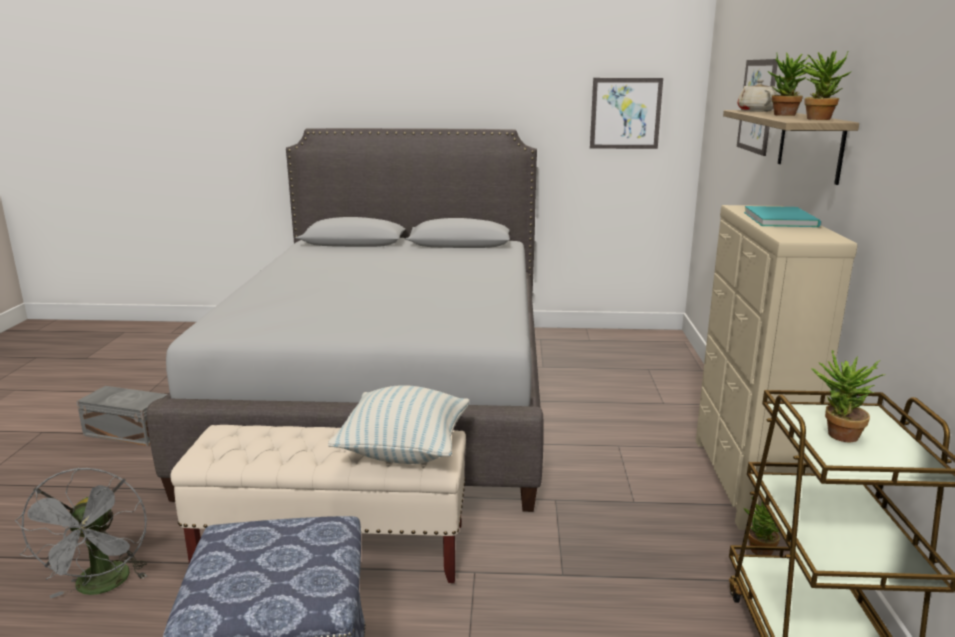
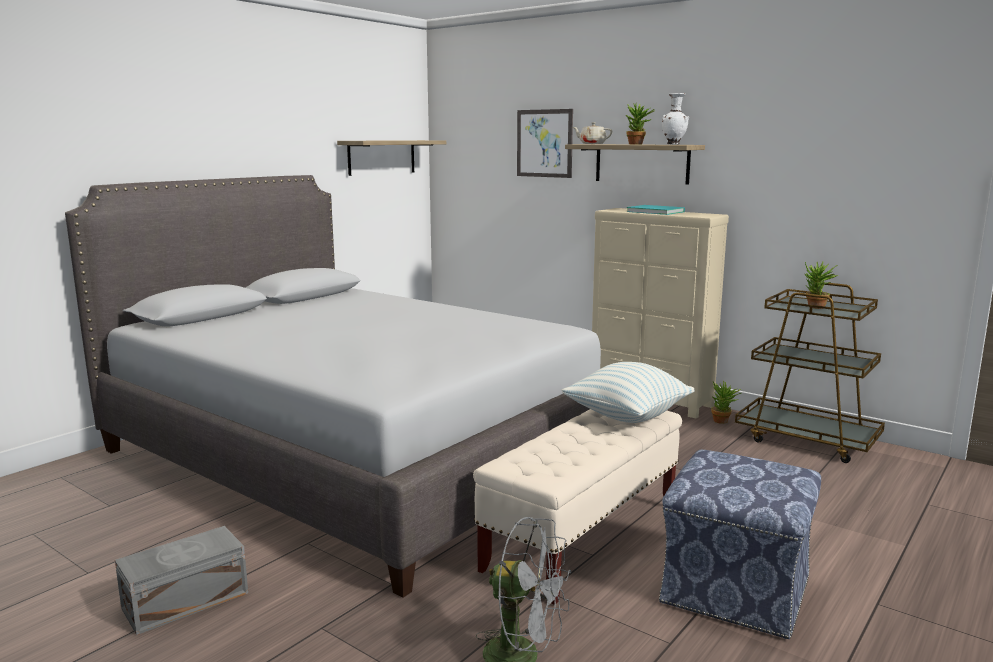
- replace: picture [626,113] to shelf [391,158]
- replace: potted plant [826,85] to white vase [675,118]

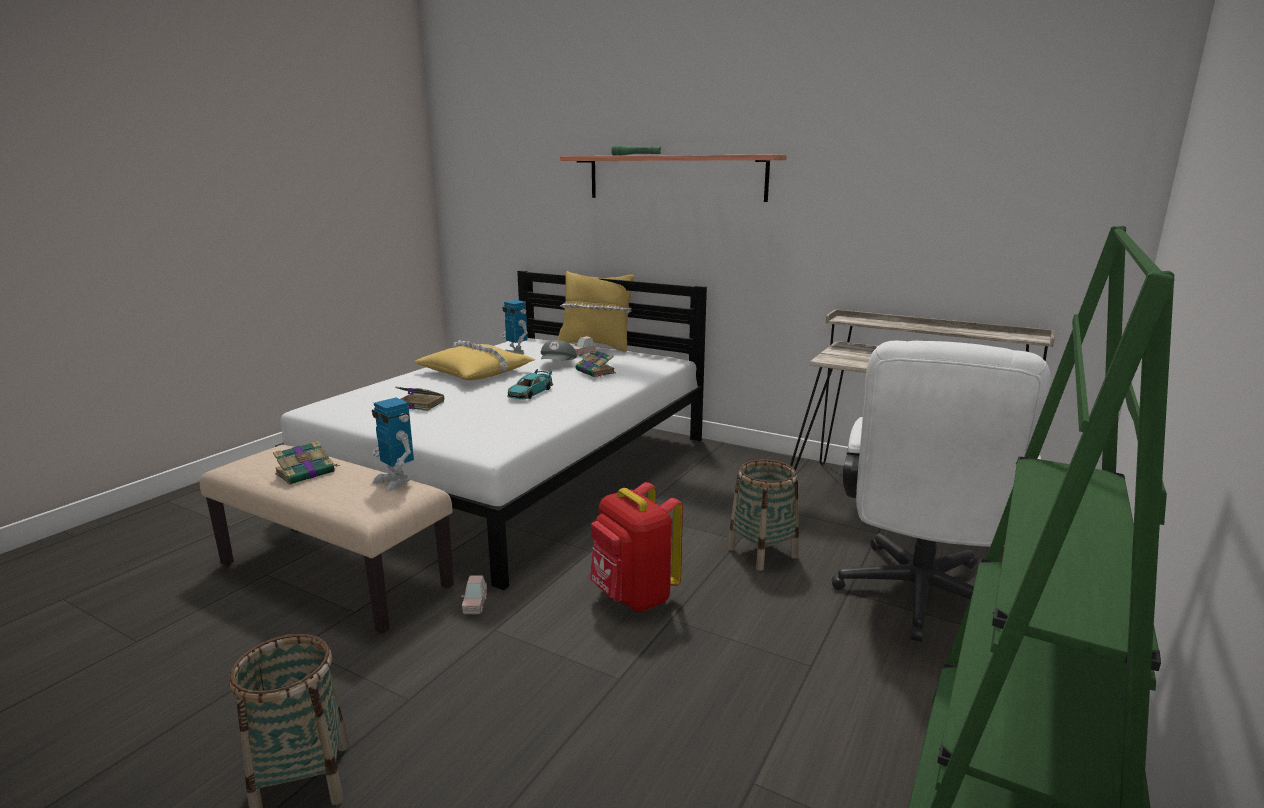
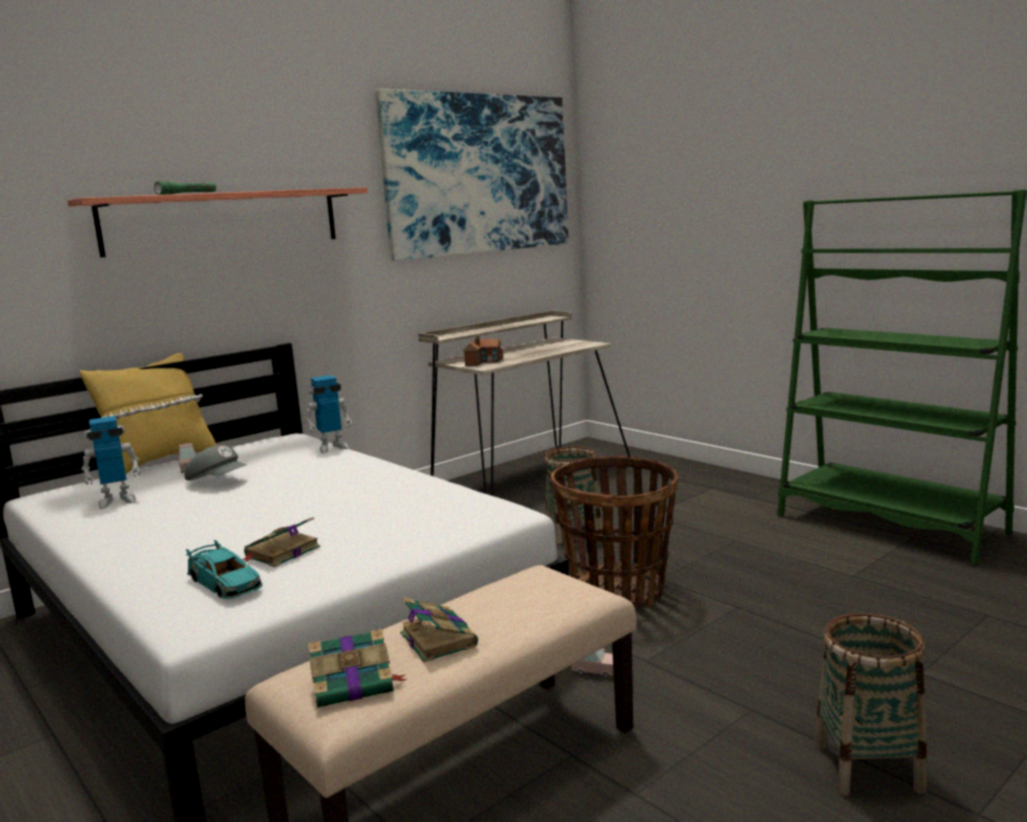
- delete: yellow pillow [474,360]
- delete: white office chair [941,491]
- insert: picture [472,175]
- insert: toy house [483,350]
- move: toy robot [393,444] to [329,414]
- move: turquoise toy car [530,384] to [224,569]
- move: book [595,363] to [357,668]
- replace: red backpack [636,547] to basket [615,532]

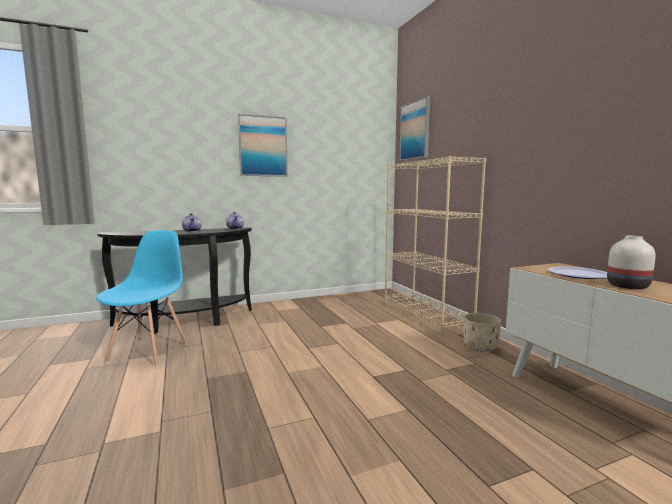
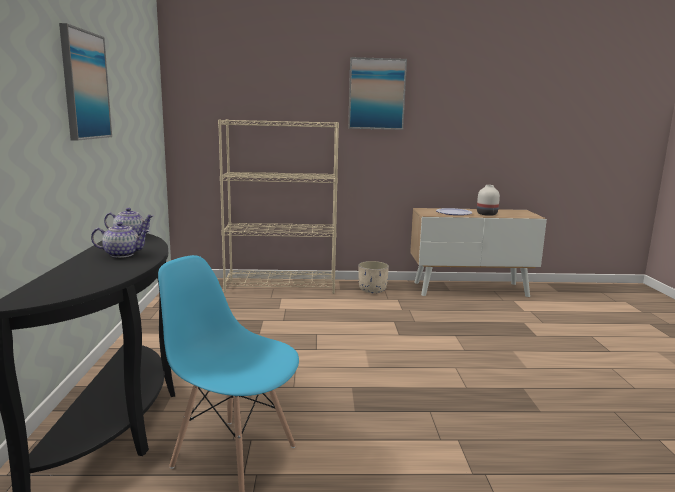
- move: picture [414,128] to [377,93]

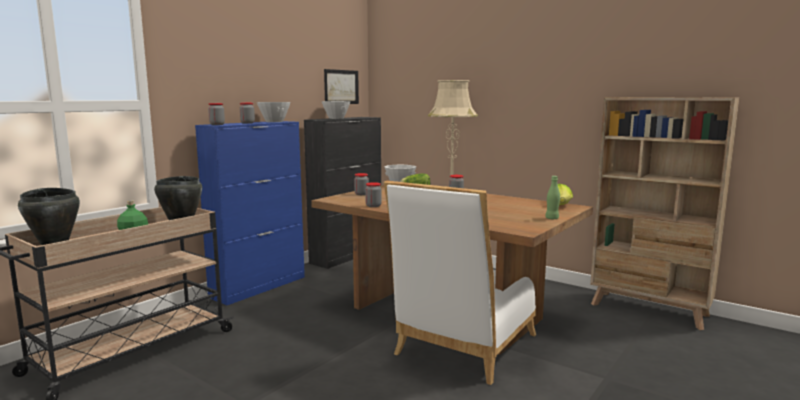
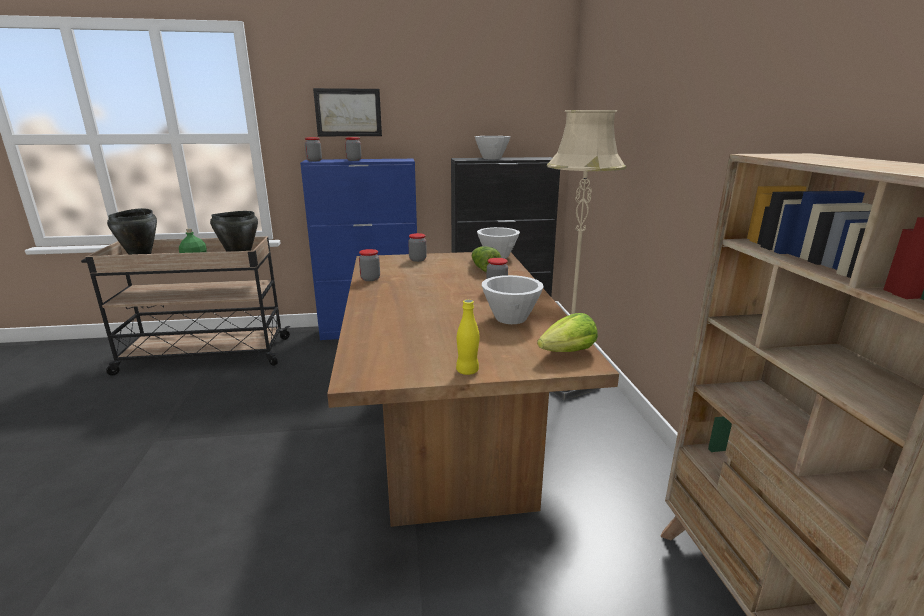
- delete: white chair [460,283]
- move: white bowl [273,112] to [513,299]
- move: picture [341,86] to [347,112]
- recolor: green bottle [552,197] to yellow bottle [467,337]

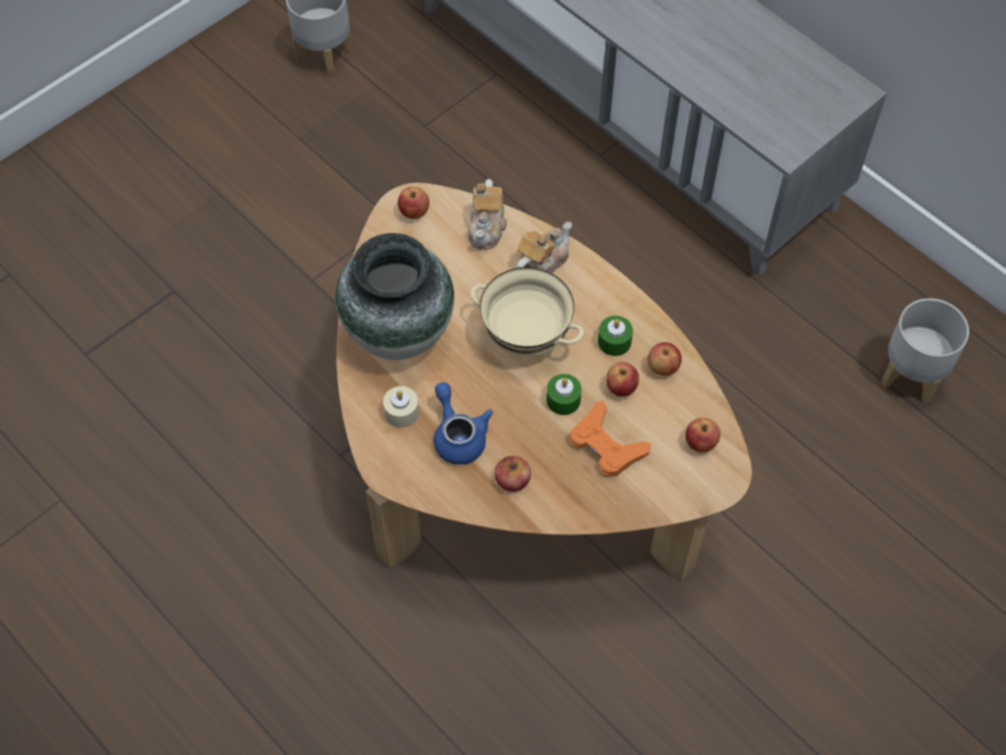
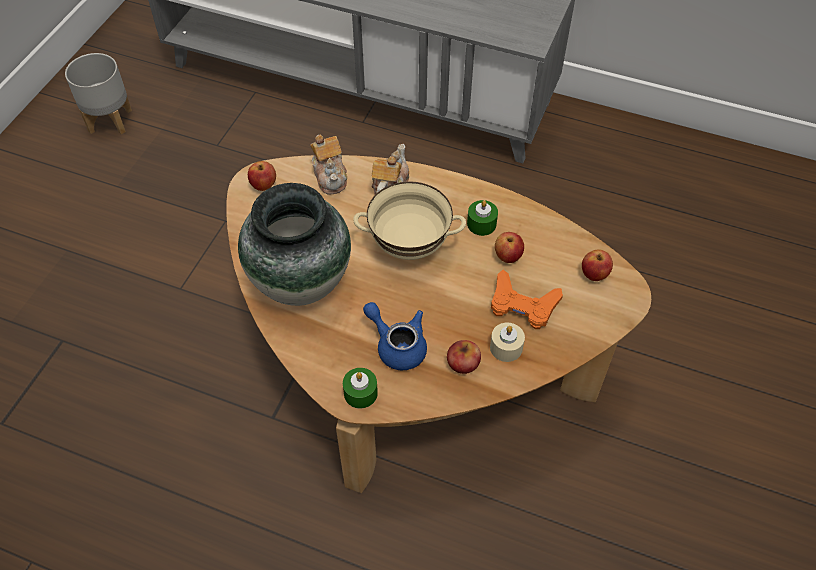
- delete: apple [664,359]
- delete: grey planter [925,350]
- move: beige candle [401,407] to [507,342]
- move: green candle [564,394] to [360,388]

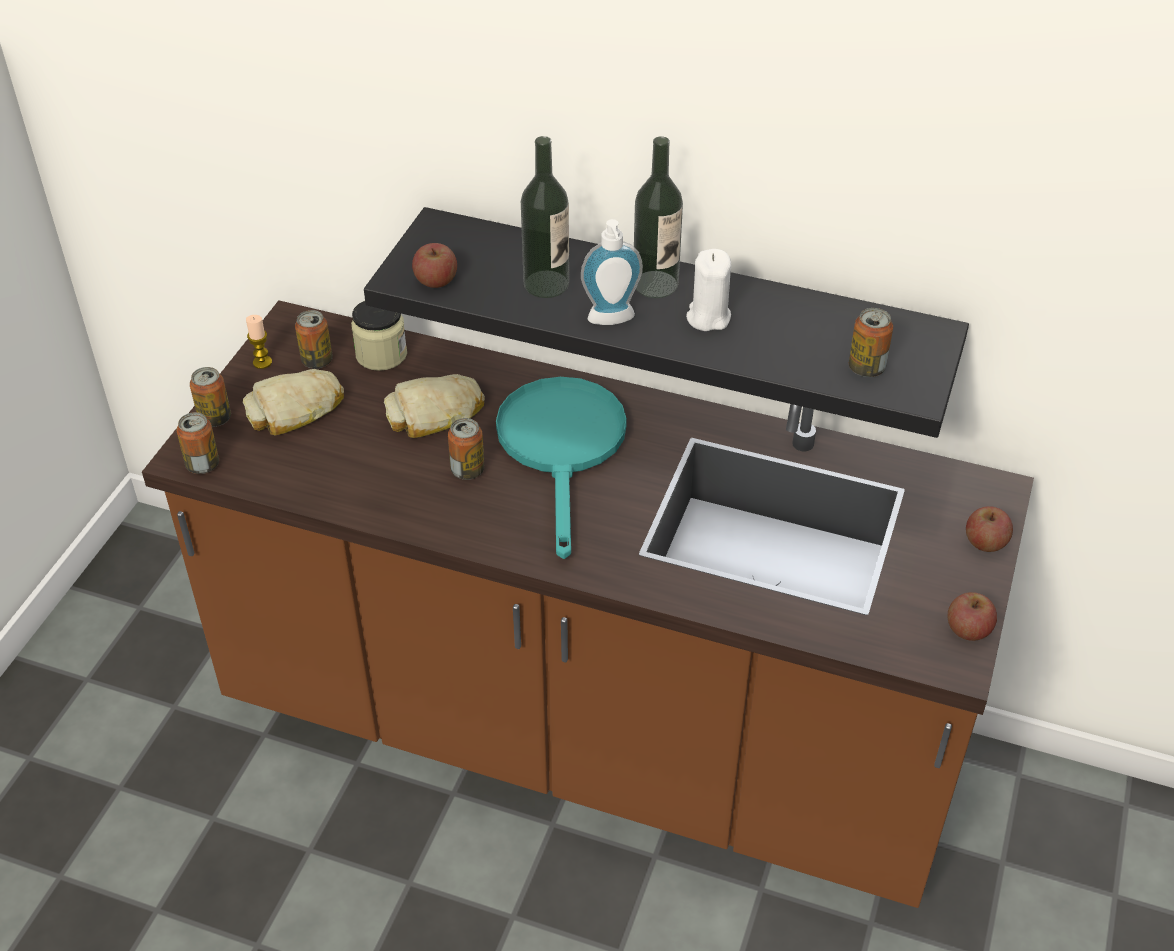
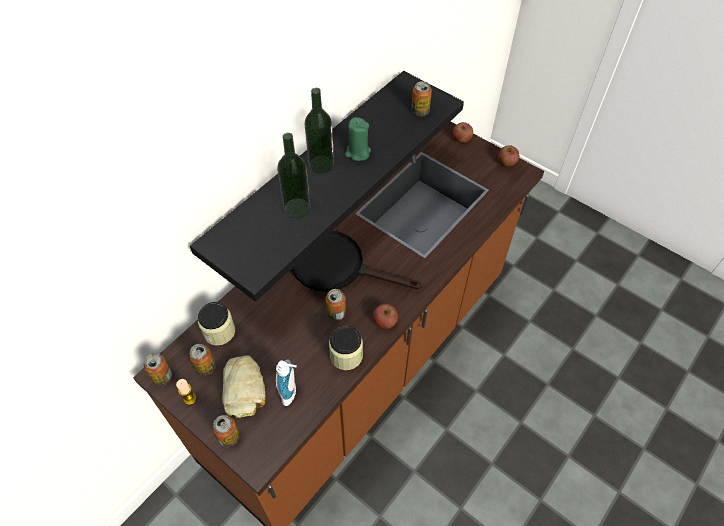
- delete: bread [434,406]
- insert: jar [346,348]
- move: can [198,443] to [158,369]
- move: apple [434,265] to [385,316]
- move: soap dispenser [612,272] to [286,382]
- recolor: turquoise frying pan [561,468] to black frying pan [357,261]
- recolor: white candle [708,290] to green candle [358,139]

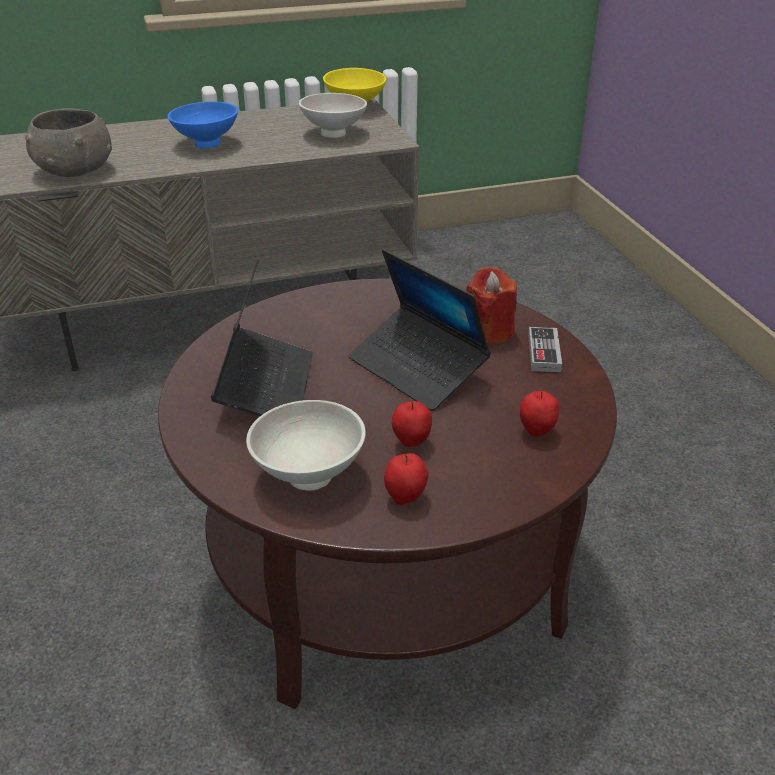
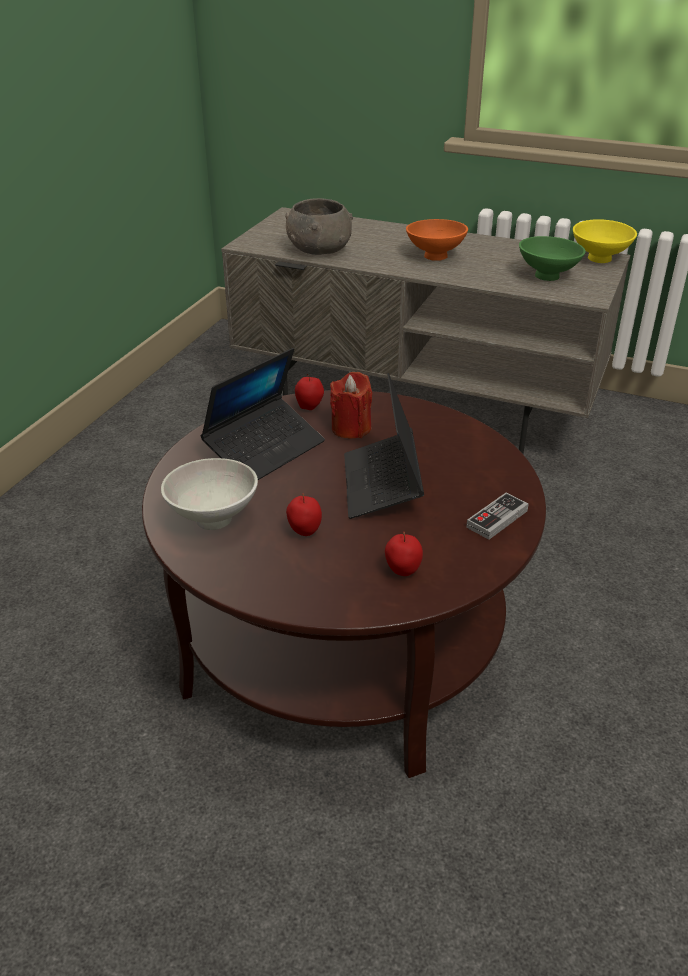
- move: apple [406,479] to [309,392]
- move: red candle [491,305] to [351,405]
- recolor: blue bowl [202,125] to orange bowl [437,240]
- recolor: white bowl [333,115] to green bowl [552,258]

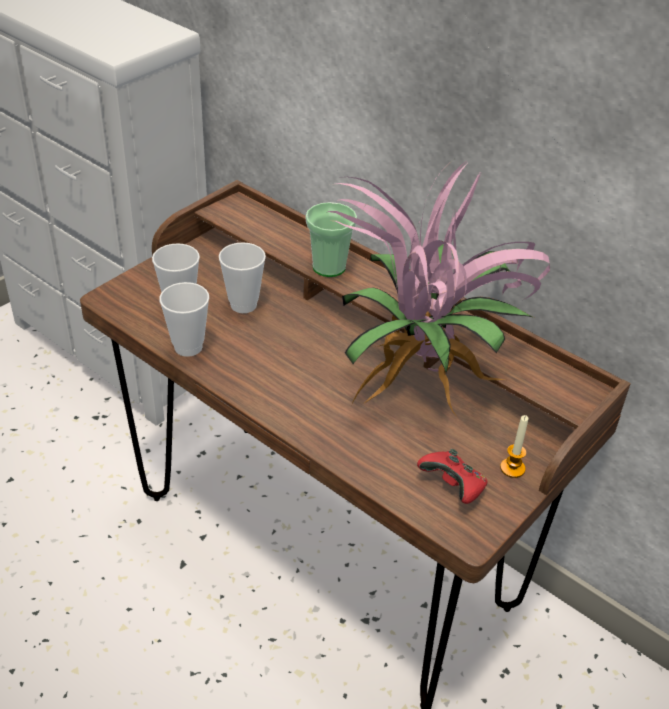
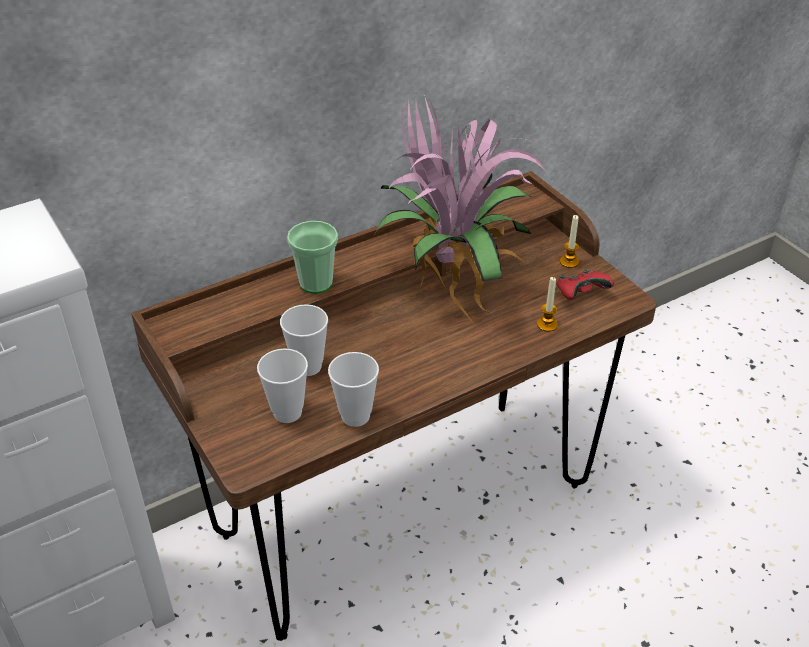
- insert: candle [547,304]

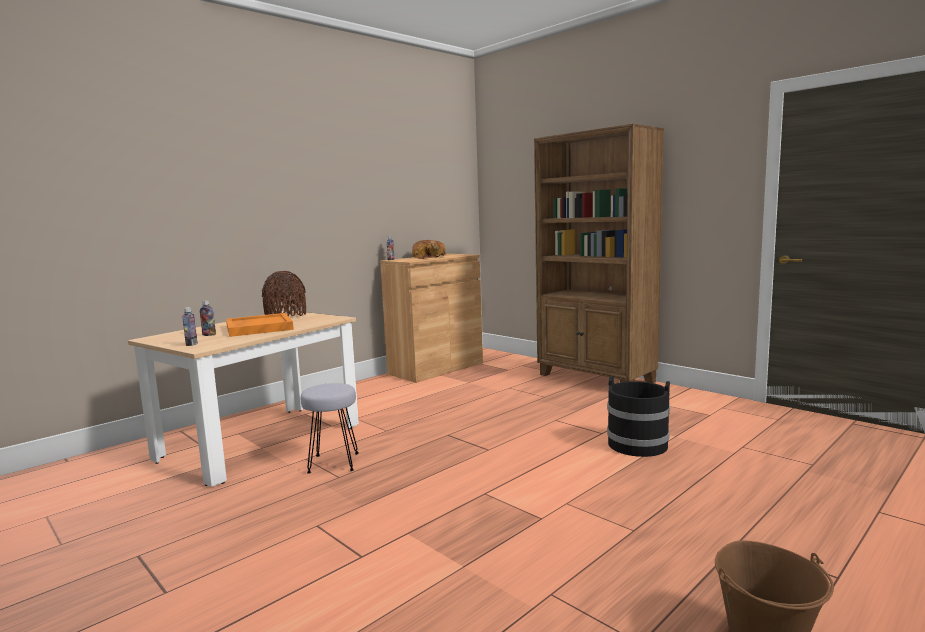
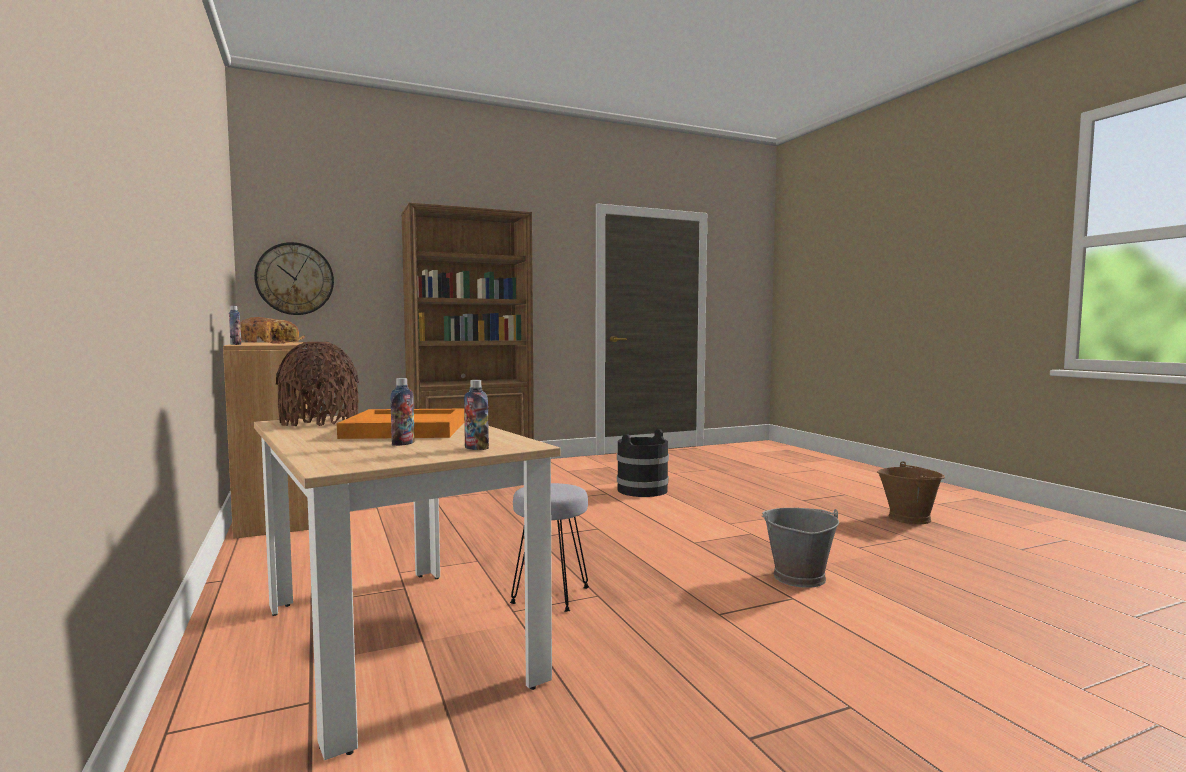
- insert: wall clock [294,278]
- insert: grey bucket [800,548]

